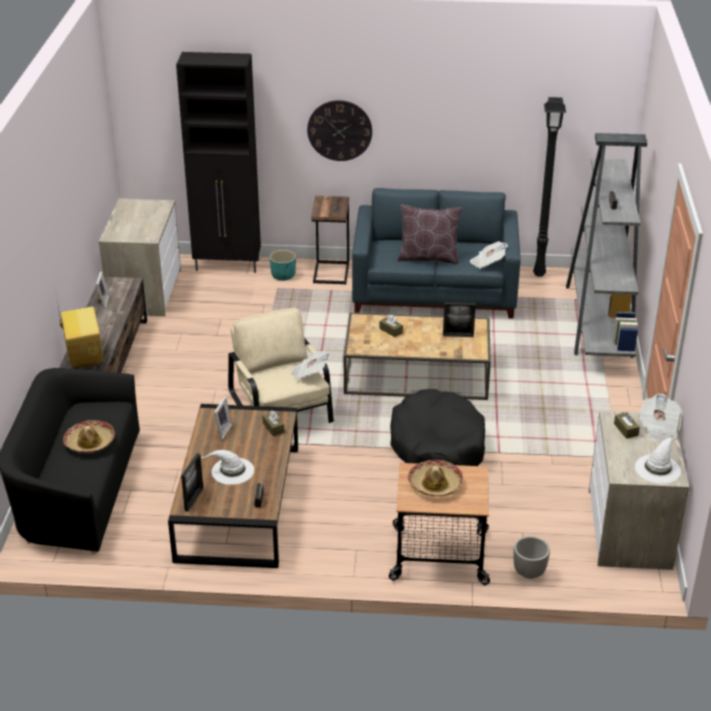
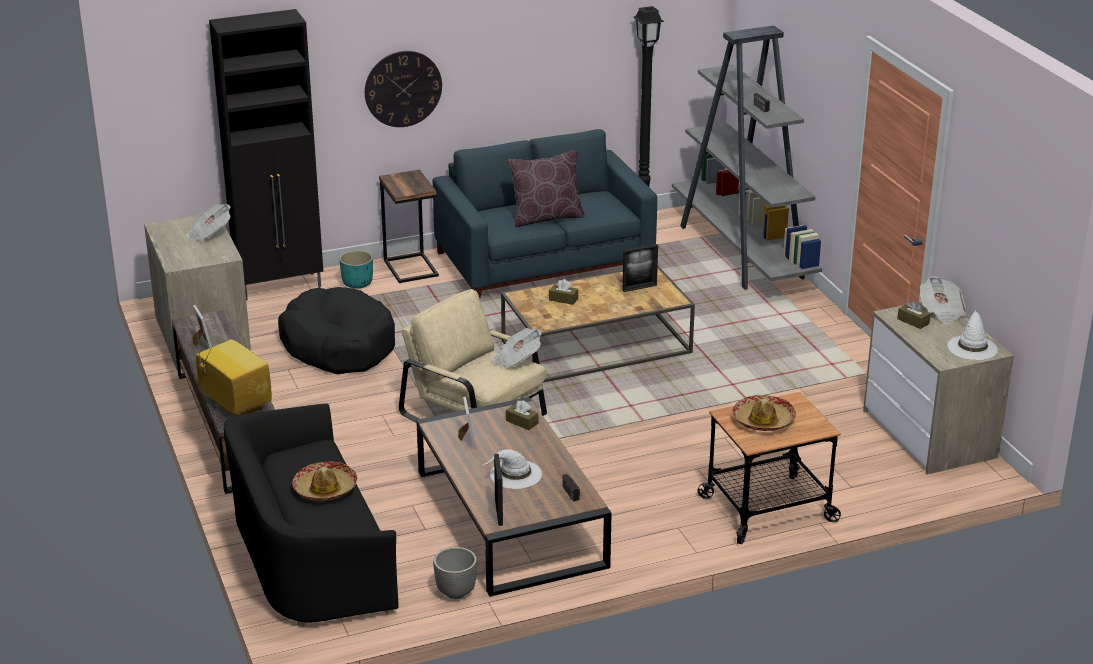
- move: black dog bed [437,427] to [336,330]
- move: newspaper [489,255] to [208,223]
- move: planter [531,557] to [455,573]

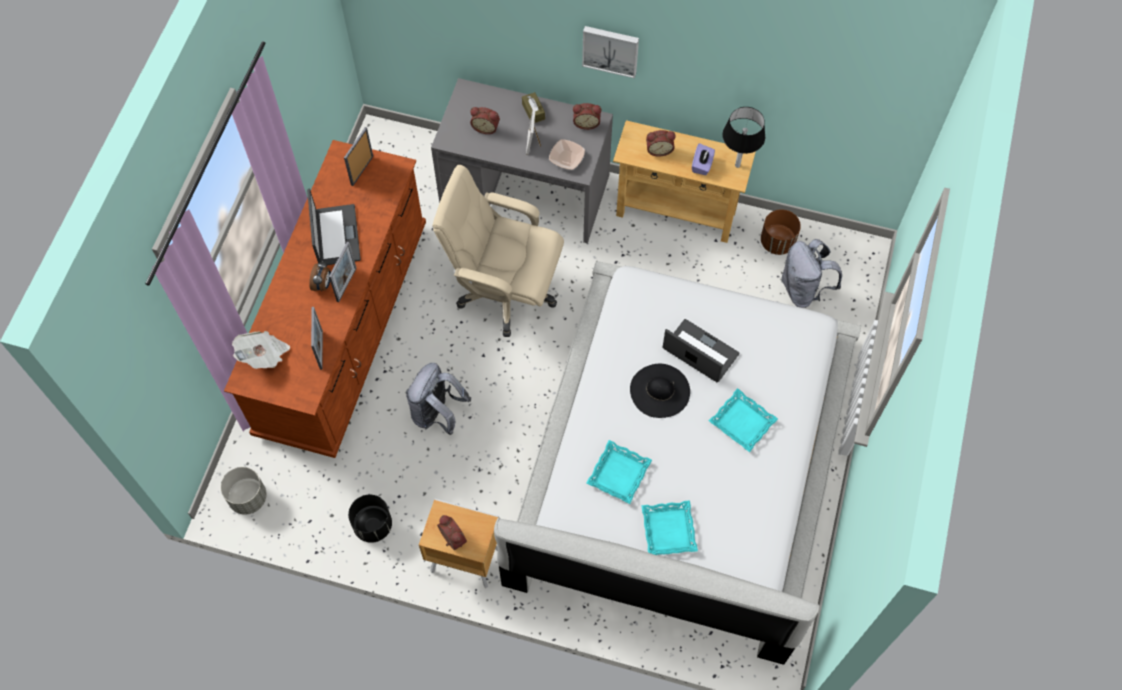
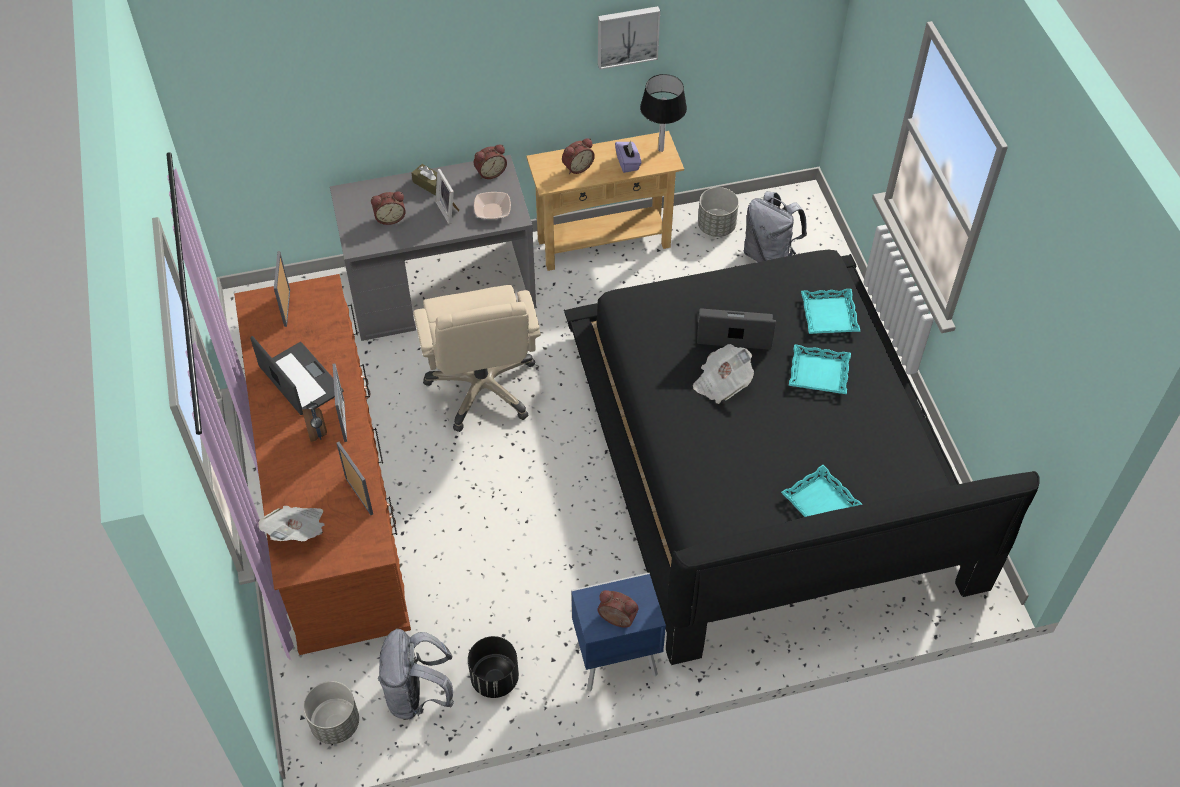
- move: grey backpack [438,399] to [416,674]
- move: picture [610,52] to [629,38]
- move: turquoise tray [619,472] to [831,311]
- replace: black hat [660,391] to newspaper [723,374]
- recolor: brown nightstand [459,543] to blue nightstand [618,632]
- recolor: white bed [677,462] to black bed [801,457]
- recolor: brown planter [781,232] to grey planter [718,212]
- rotate: beige office chair [498,251] = [477,358] 90 degrees counterclockwise

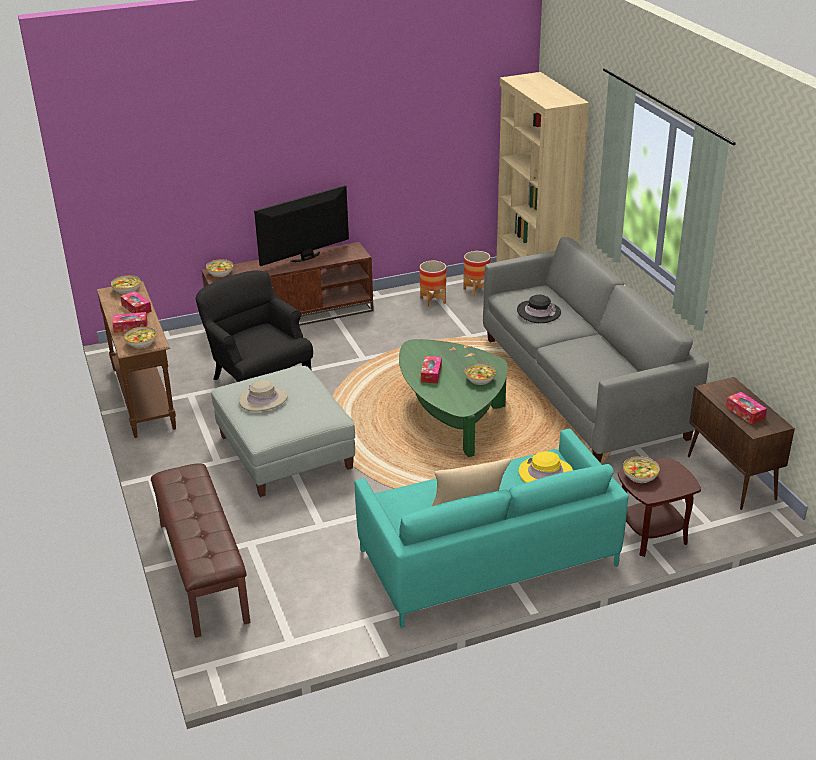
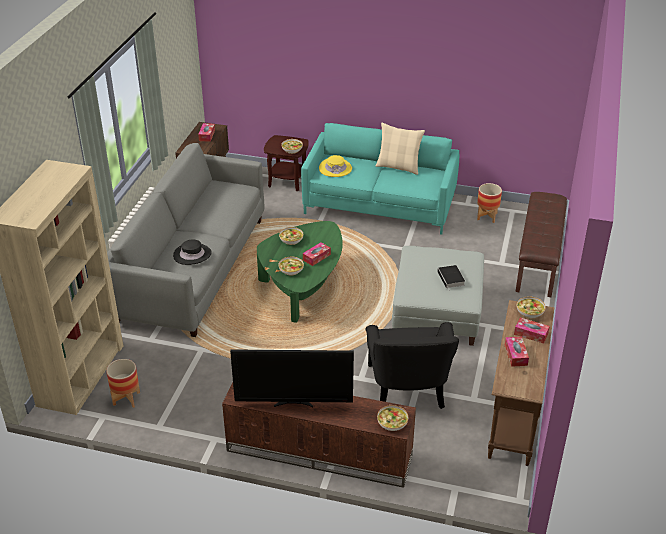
- move: bowl [126,285] to [291,266]
- move: planter [432,284] to [489,203]
- replace: beige hat [263,396] to book [451,278]

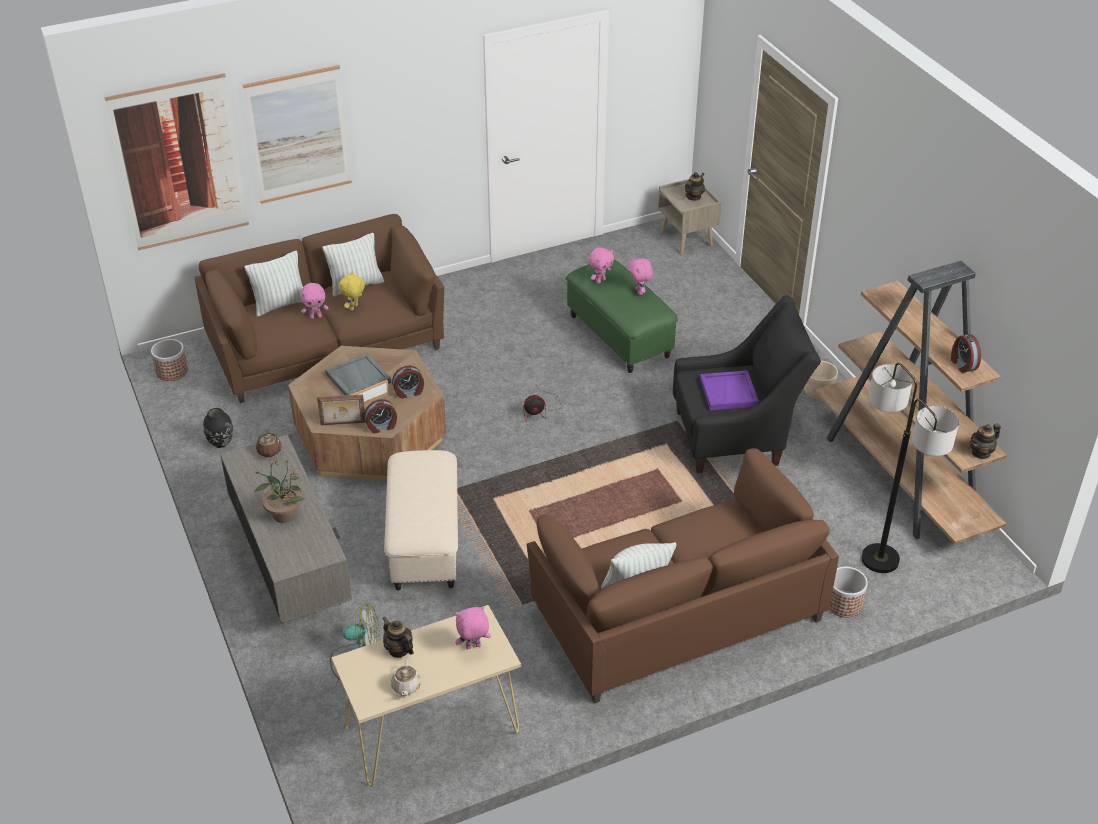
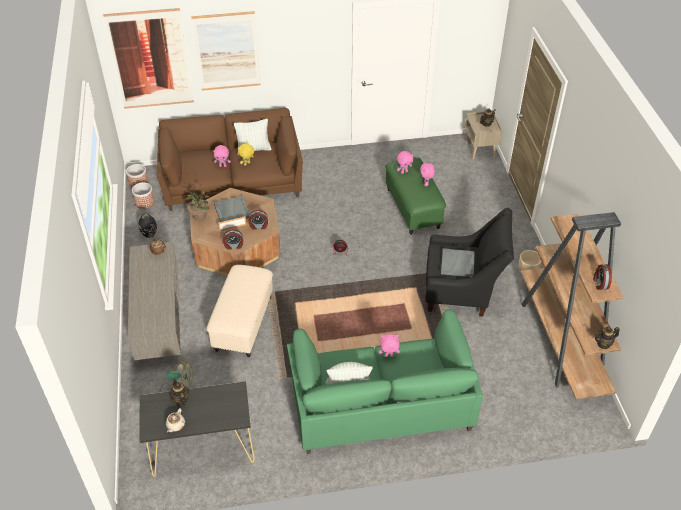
- delete: pillow [273,284]
- delete: picture frame [341,409]
- delete: floor lamp [910,468]
- move: potted plant [280,491] to [197,202]
- move: pink plush toy [473,627] to [389,345]
- move: planter [848,592] to [143,195]
- recolor: beige console table [426,695] to black console table [197,429]
- recolor: brown sofa [683,575] to green sofa [385,382]
- recolor: purple tray [729,390] to grey tray [458,262]

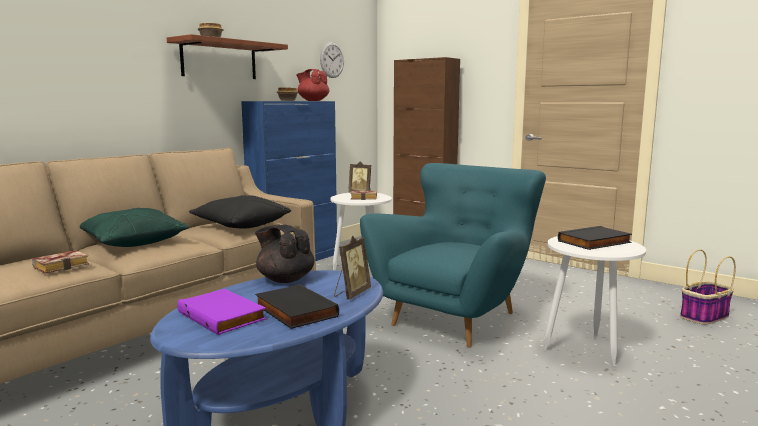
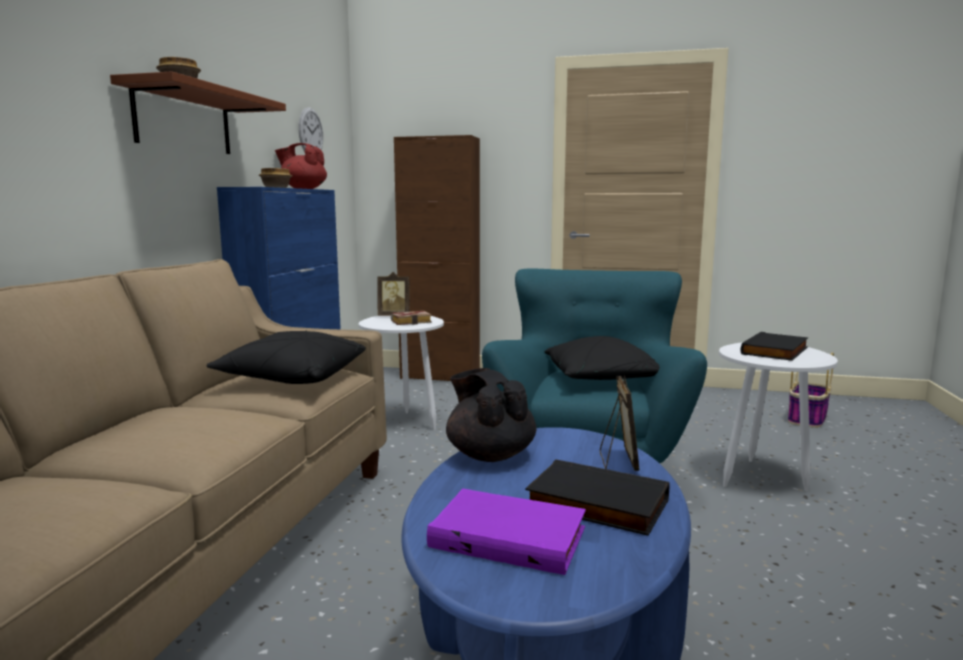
- delete: book [60,262]
- delete: green pillow [134,227]
- insert: black pillow [602,358]
- rotate: black teapot [285,254] = [491,415] 45 degrees clockwise

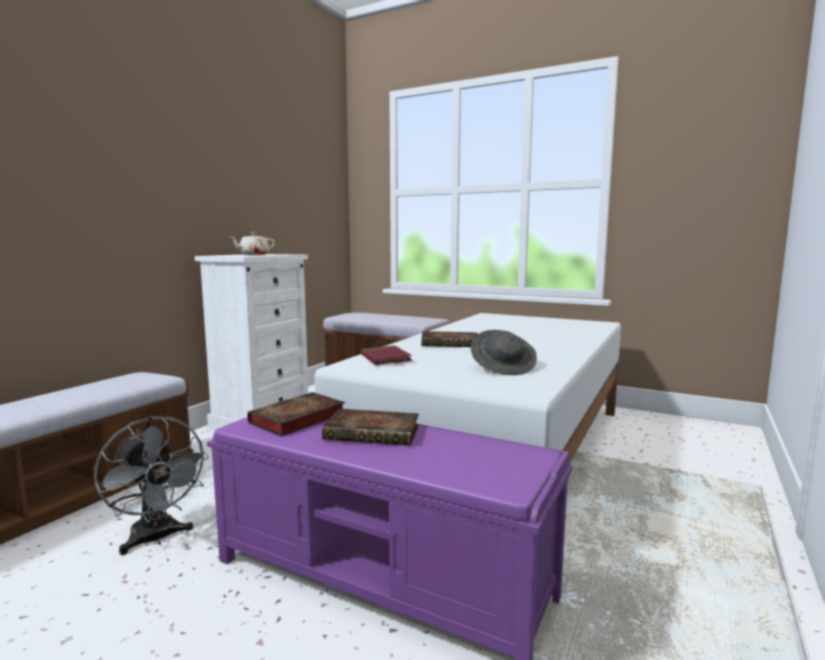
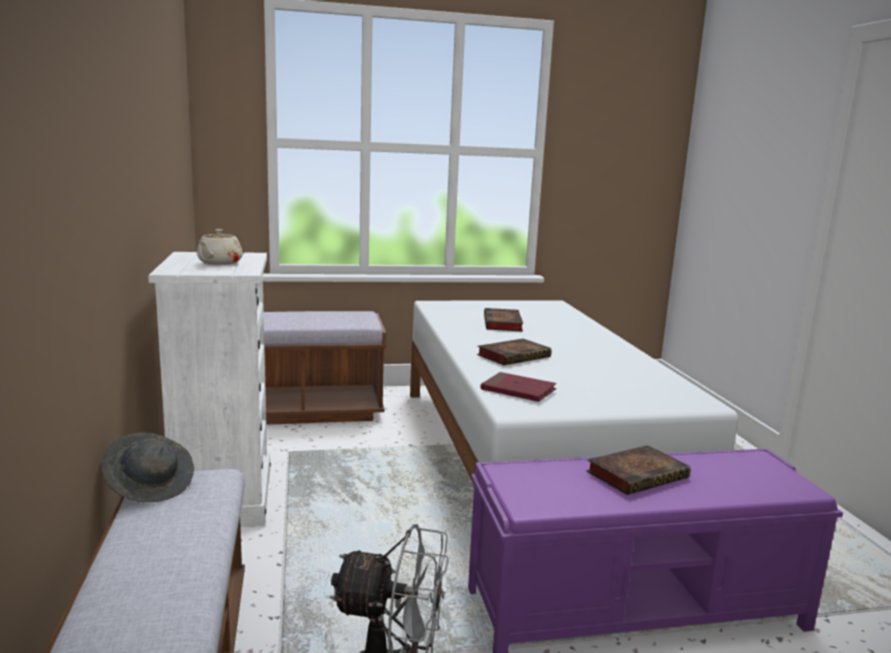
- move: book [296,414] to [503,320]
- move: grey hat [504,352] to [148,467]

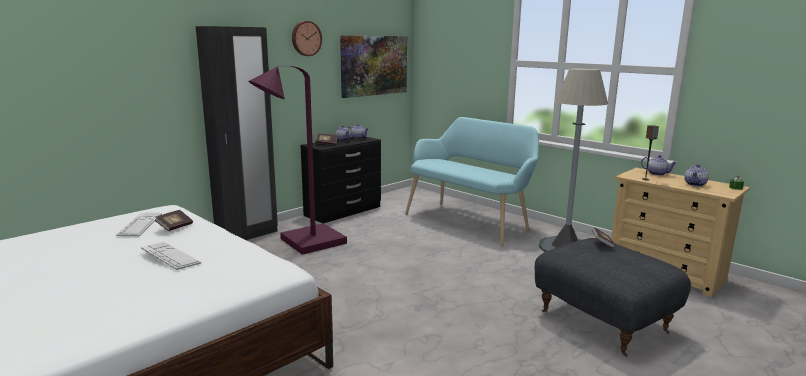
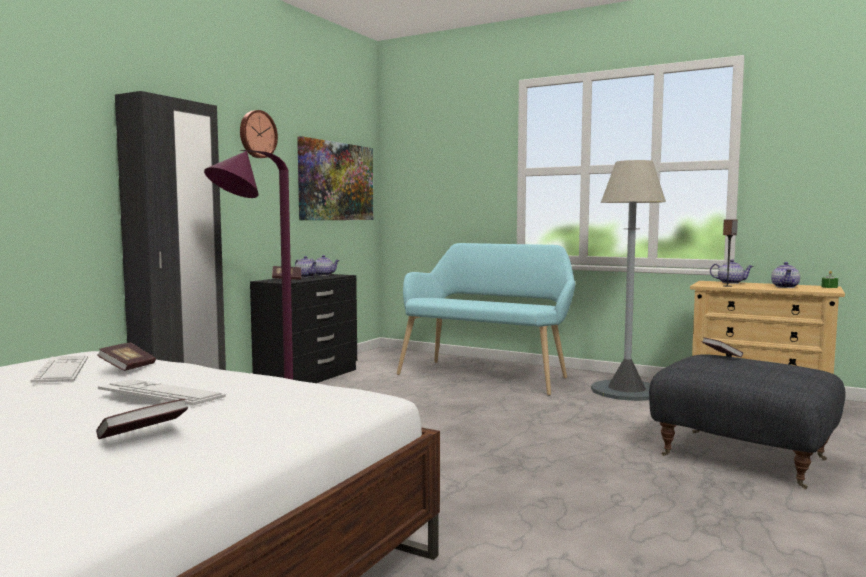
- insert: book [142,419]

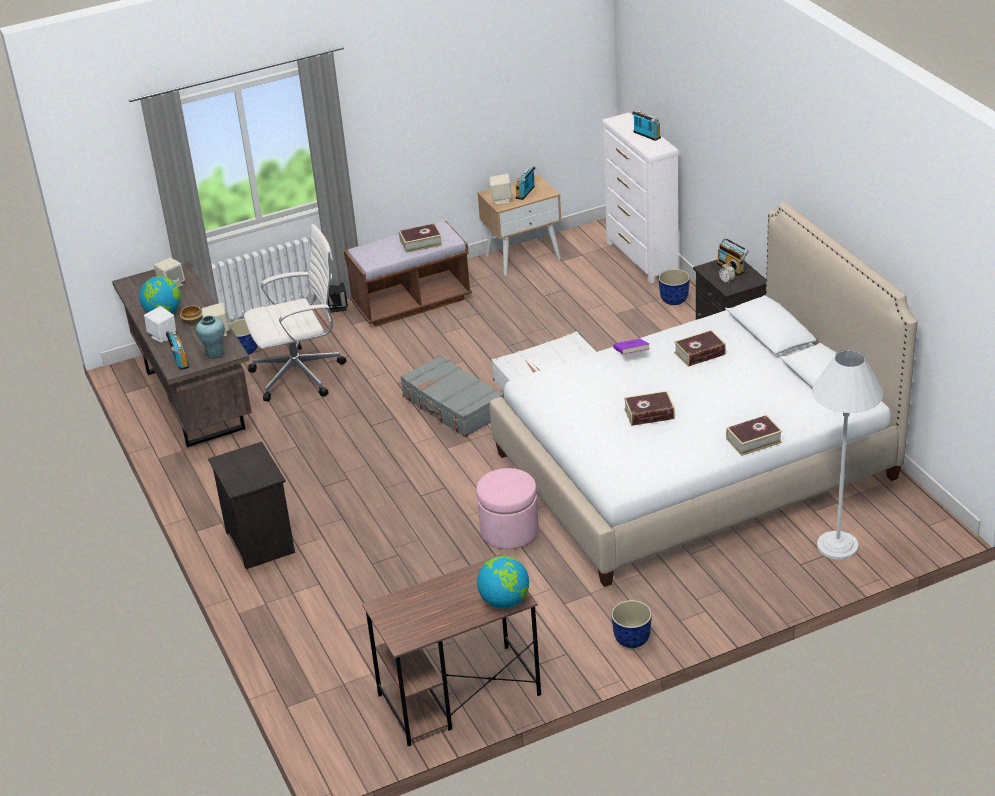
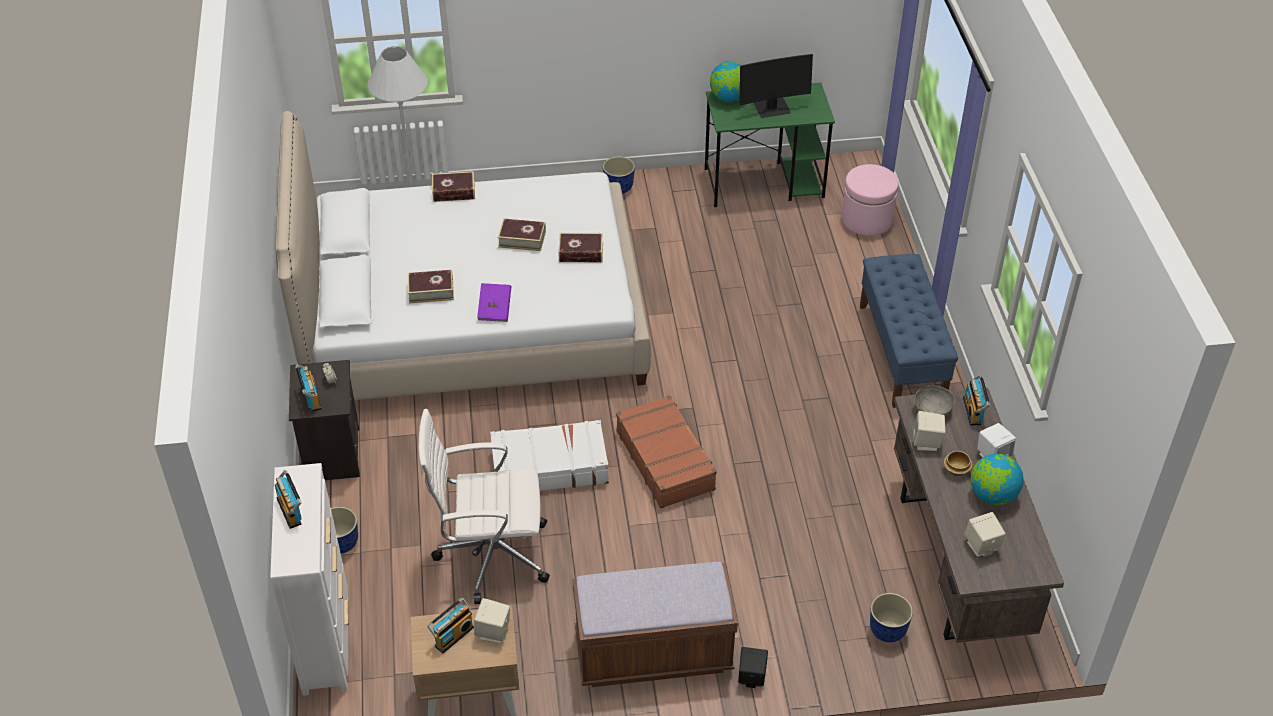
- insert: monitor [776,86]
- move: white office chair [295,312] to [484,506]
- move: book [420,238] to [580,248]
- move: pink ottoman [507,508] to [870,200]
- replace: turquoise vase [210,337] to grey bowl [934,401]
- replace: black nightstand [251,505] to blue bench [909,331]
- recolor: brown desk [451,650] to green desk [770,145]
- recolor: grey suitcase [452,396] to brown suitcase [666,452]

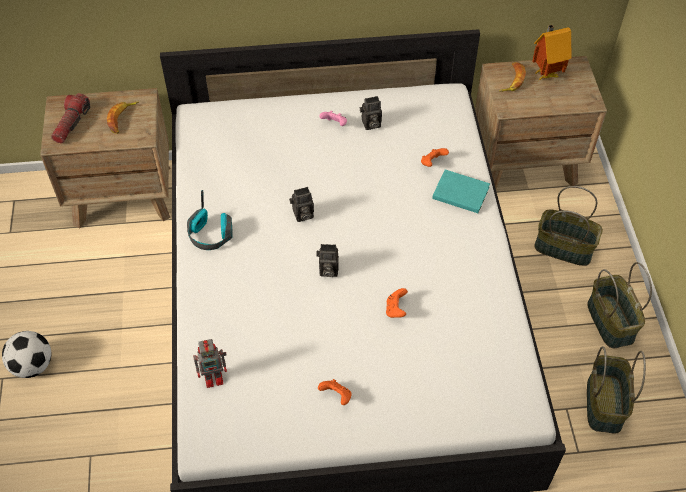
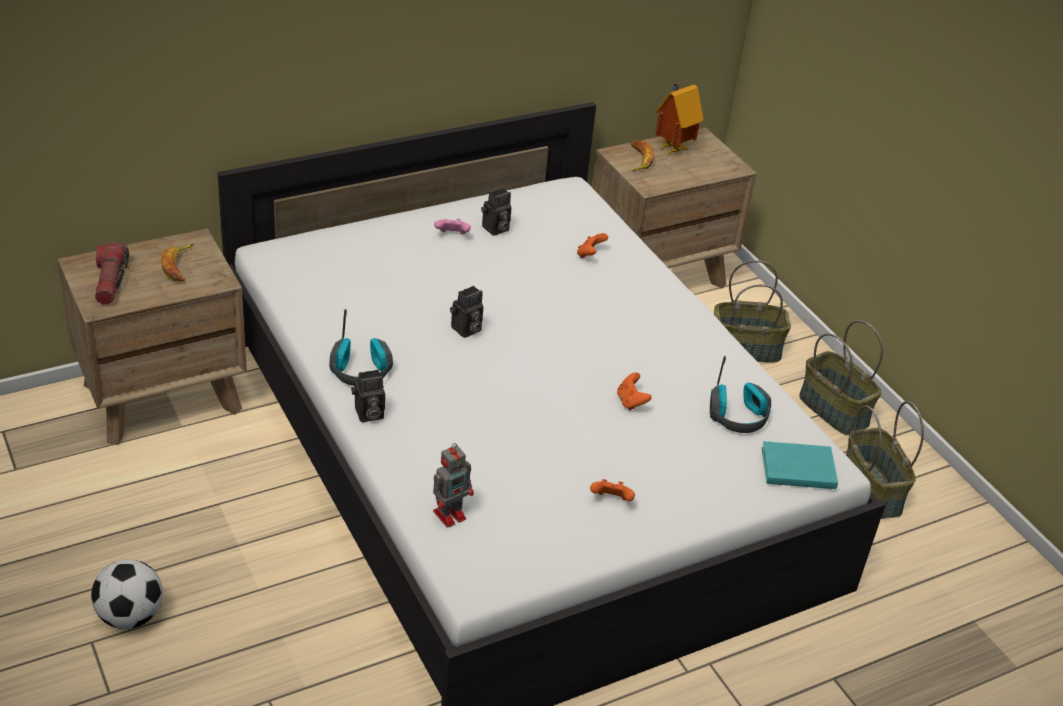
- insert: headphones [740,394]
- move: photo camera [327,260] to [368,396]
- move: turquoise book [461,191] to [800,465]

